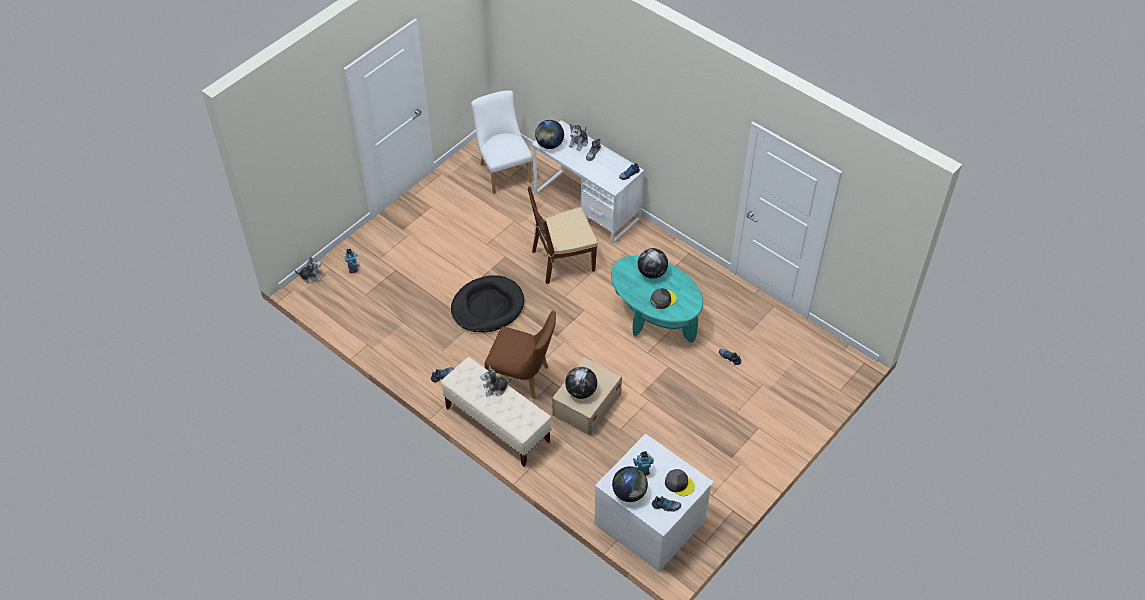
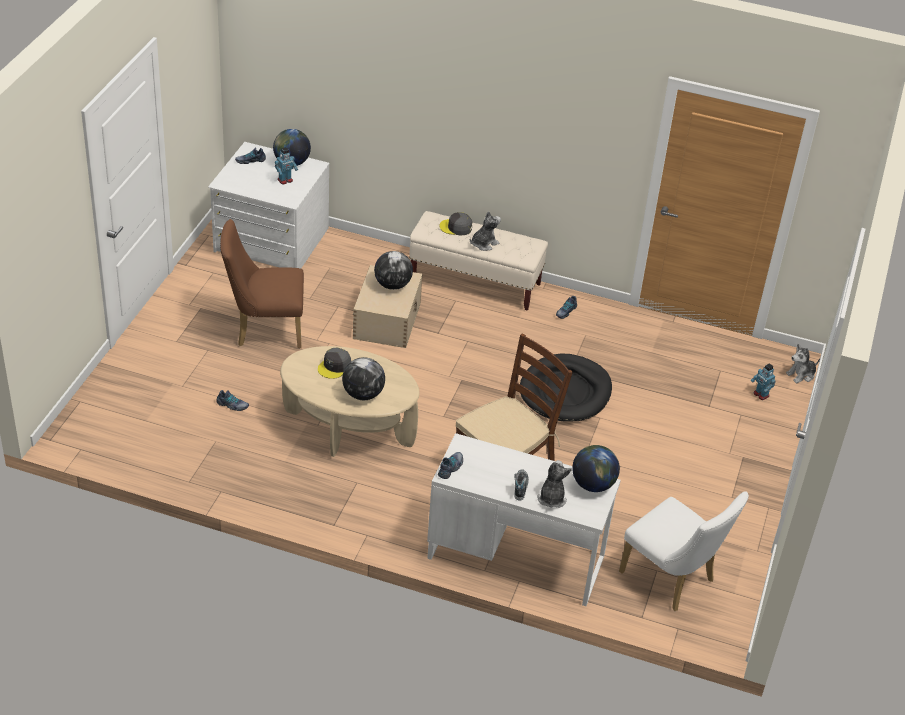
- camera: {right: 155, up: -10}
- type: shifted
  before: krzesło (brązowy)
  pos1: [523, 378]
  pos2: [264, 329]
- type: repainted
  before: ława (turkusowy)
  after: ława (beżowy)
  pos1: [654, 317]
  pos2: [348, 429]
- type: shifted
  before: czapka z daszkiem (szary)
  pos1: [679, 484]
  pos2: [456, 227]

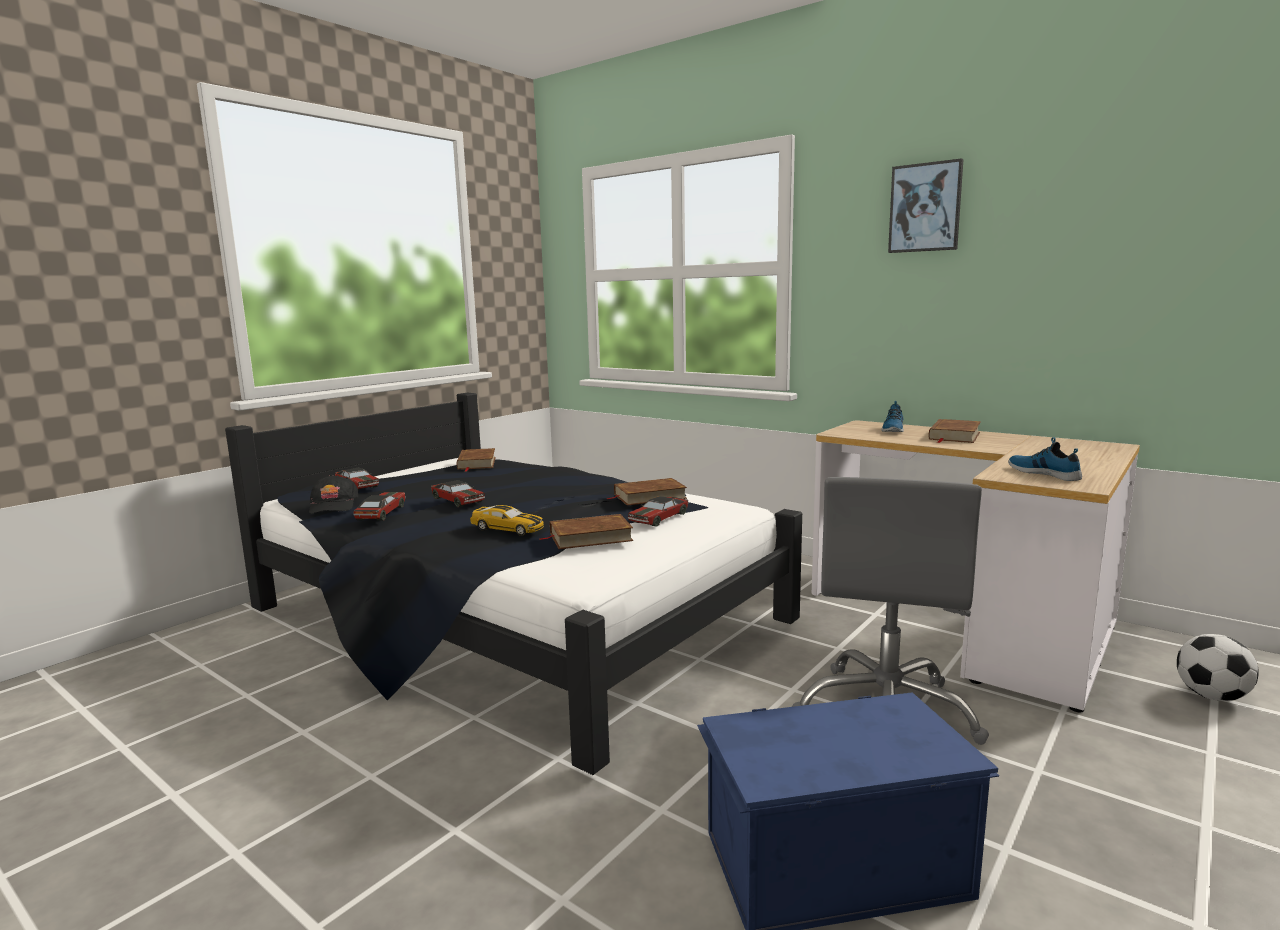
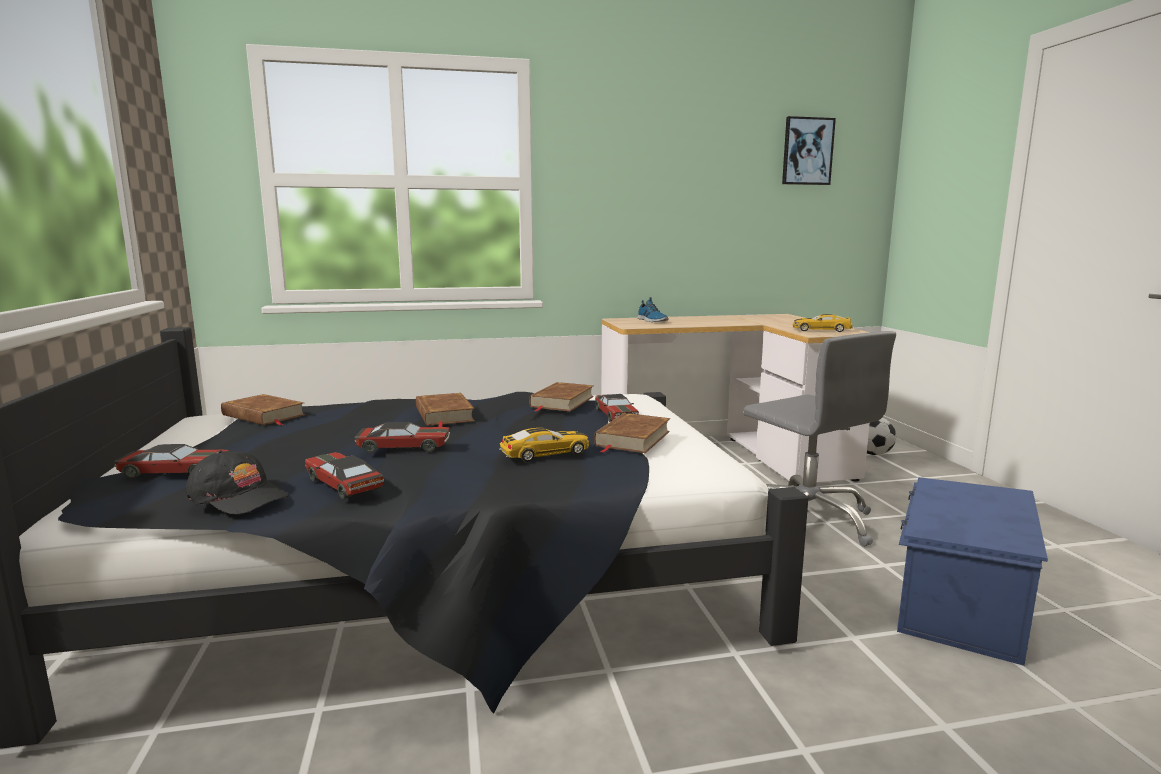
- camera: {right: -50, up: 0}
- type: shifted
  before: obraz
  pos1: [925, 207]
  pos2: [807, 151]
- type: shifted
  before: książka (brązowy)
  pos1: [954, 436]
  pos2: [443, 415]
- type: swapped
  before: but
  after: samochodzik
  pos1: [1044, 473]
  pos2: [821, 330]

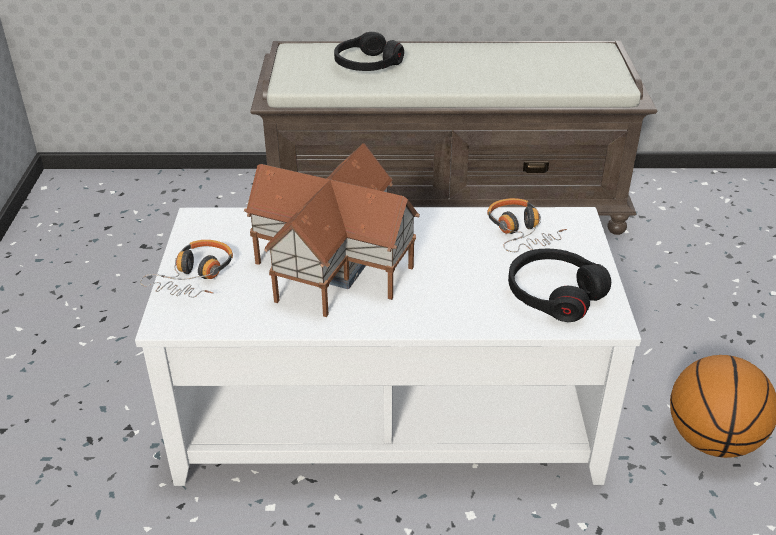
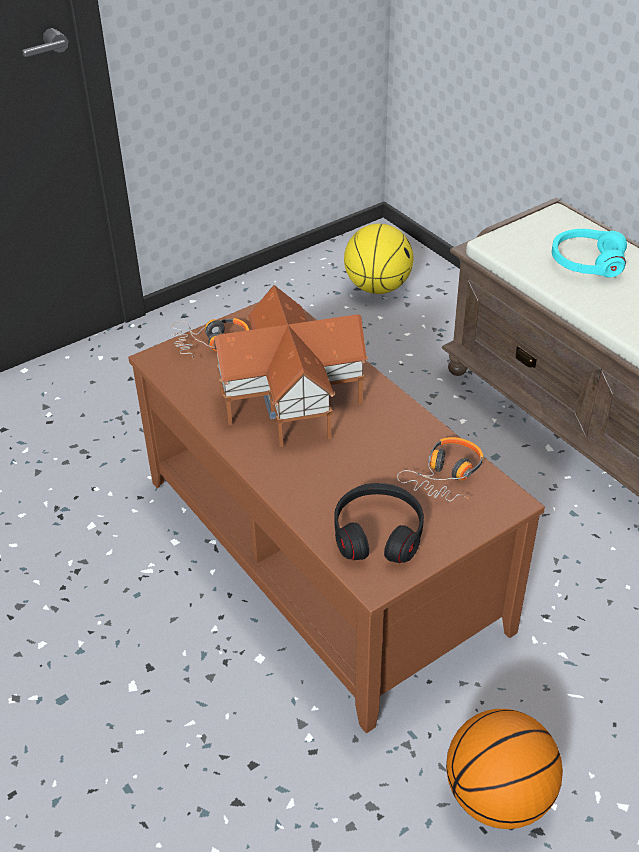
- camera: {right: 55, up: 5}
- type: repainted
  before: ława (biały)
  after: ława (brązowy)
  pos1: [388, 408]
  pos2: [324, 551]
- type: repainted
  before: słuchawki (czarny)
  after: słuchawki (turkusowy)
  pos1: [367, 64]
  pos2: [586, 262]
- type: new
  after: piłka do koszykówki
  pos2: [378, 287]

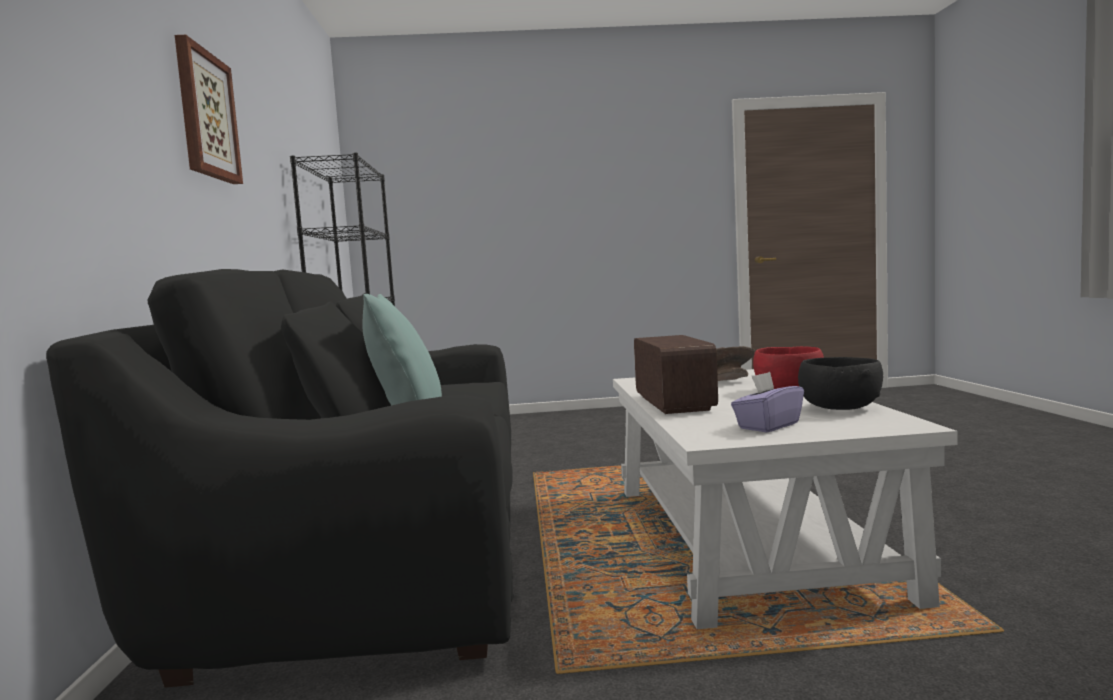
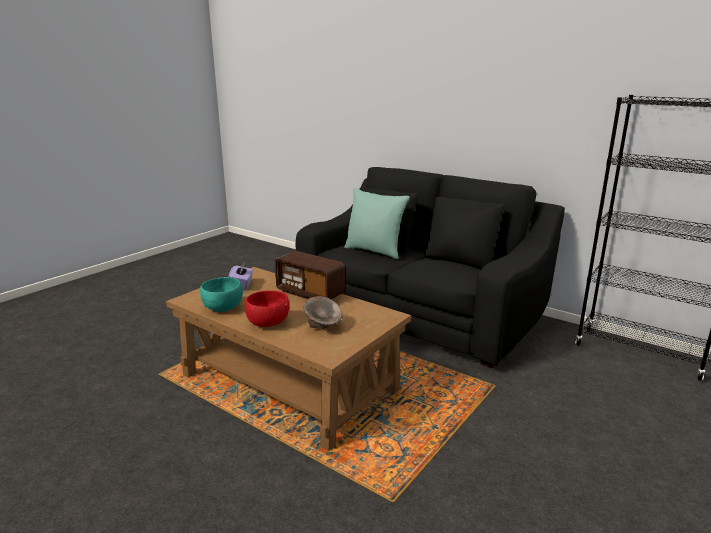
- camera: {right: 130, up: 15}
- type: gone
  before: obraz
  pos1: [206, 115]
- type: repainted
  before: ława (biały)
  after: ława (brązowy)
  pos1: [743, 538]
  pos2: [290, 382]
- type: repainted
  before: miska (czarny)
  after: miska (turkusowy)
  pos1: [839, 408]
  pos2: [223, 307]

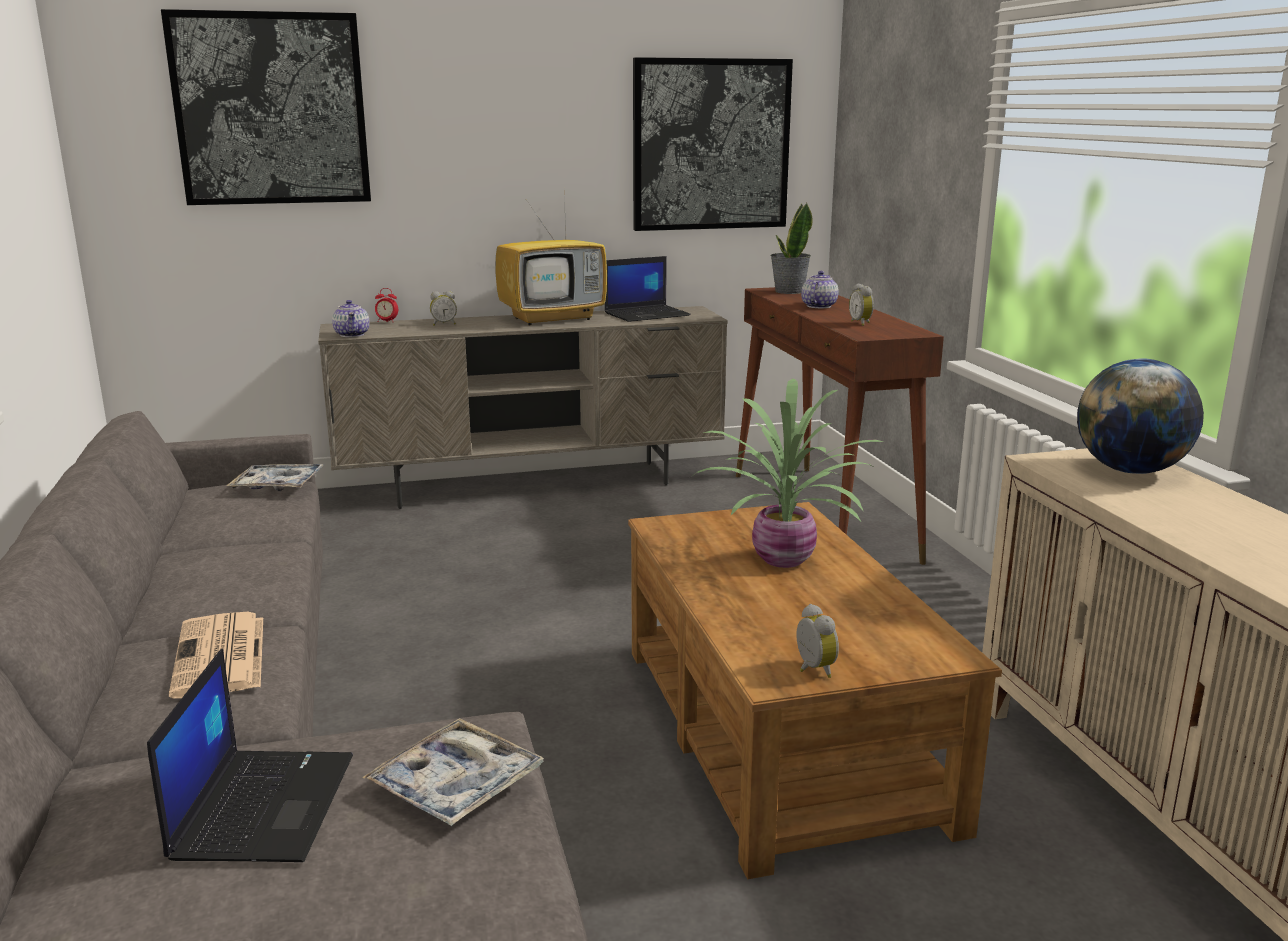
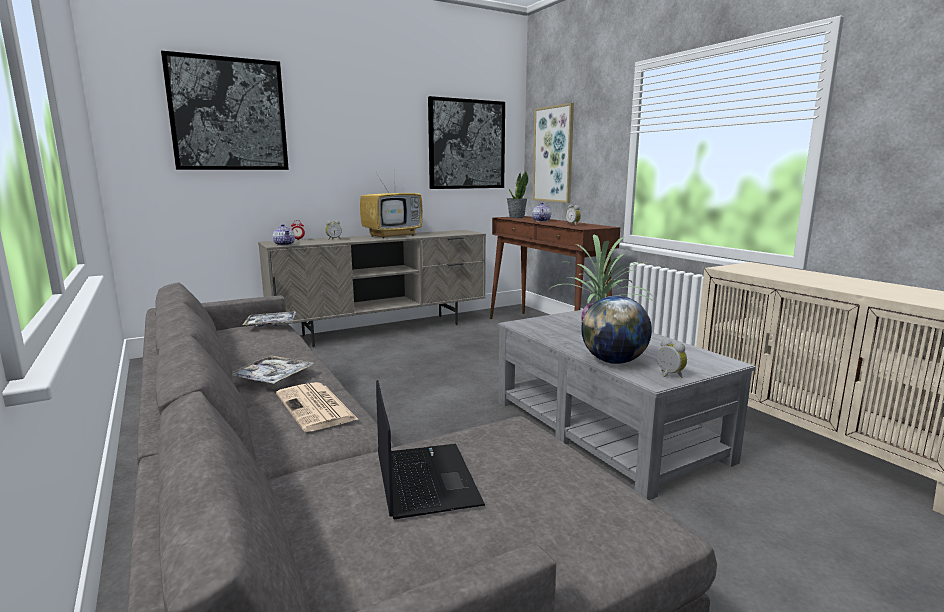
- camera: {right: -15, up: -5}
- type: shifted
  before: taca
  pos1: [456, 785]
  pos2: [272, 377]
- type: gone
  before: laptop
  pos1: [647, 314]
- type: repainted
  before: ława (brązowy)
  after: ława (szary)
  pos1: [780, 731]
  pos2: [605, 428]
- type: shifted
  before: globus
  pos1: [1131, 470]
  pos2: [614, 361]
- type: new
  after: obraz
  pos2: [553, 154]

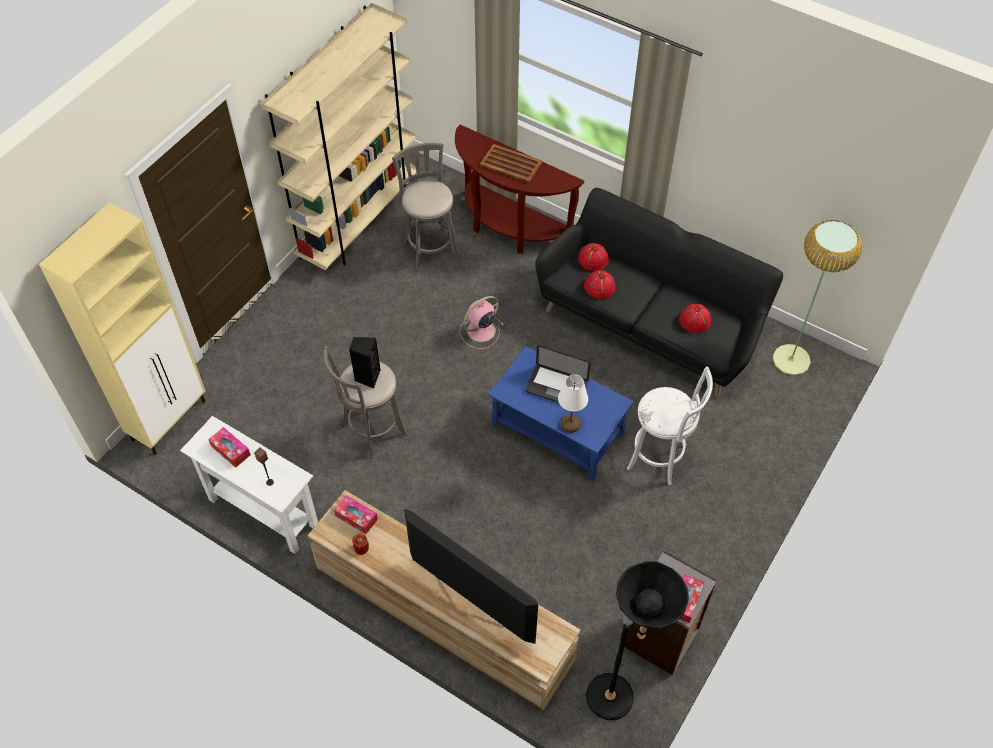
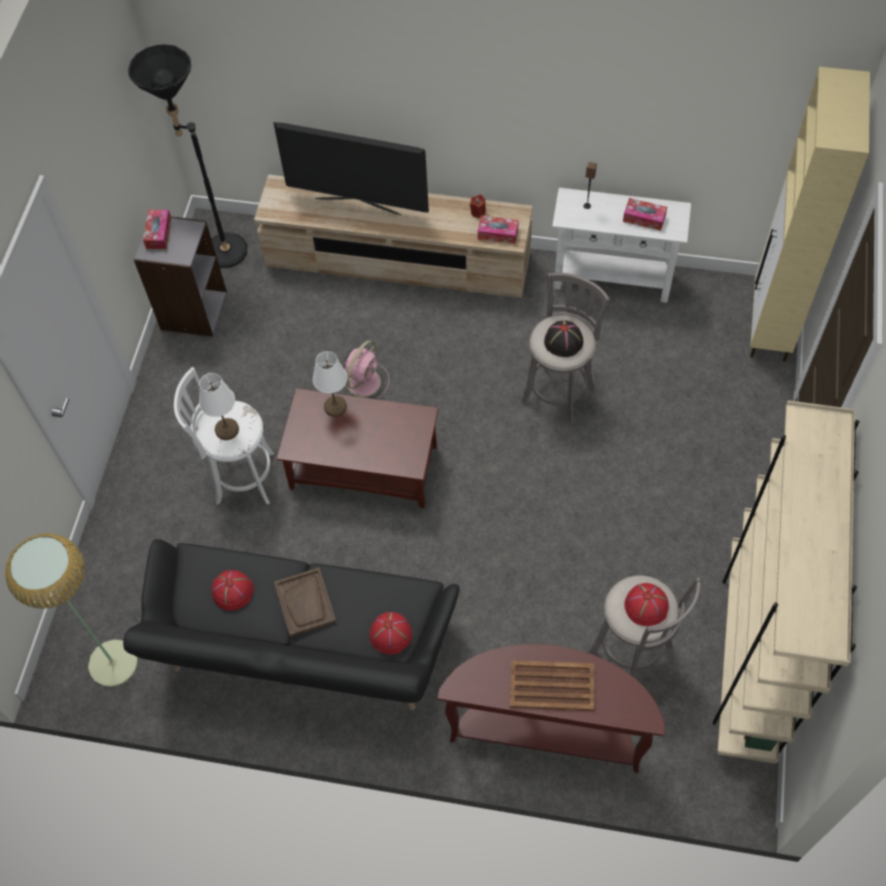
- camera: {right: 160, up: 5}
- type: swapped
  before: głośnik (czarny)
  after: kapelusz (czarny)
  pos1: [367, 377]
  pos2: [564, 341]
- type: shifted
  before: wentylator (różowy)
  pos1: [480, 331]
  pos2: [364, 381]
- type: repainted
  before: ława (niebieski)
  after: ława (brązowy)
  pos1: [558, 430]
  pos2: [362, 467]
- type: gone
  before: laptop
  pos1: [556, 387]
- type: shifted
  before: kapelusz (czerwony)
  pos1: [599, 287]
  pos2: [646, 605]
- type: new
  after: lampa stołowa (biały)
  pos2: [227, 429]
- type: new
  after: taca (brązowy)
  pos2: [305, 603]

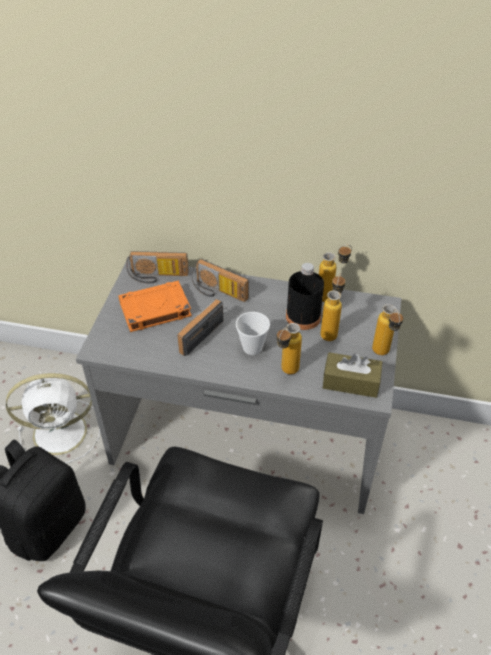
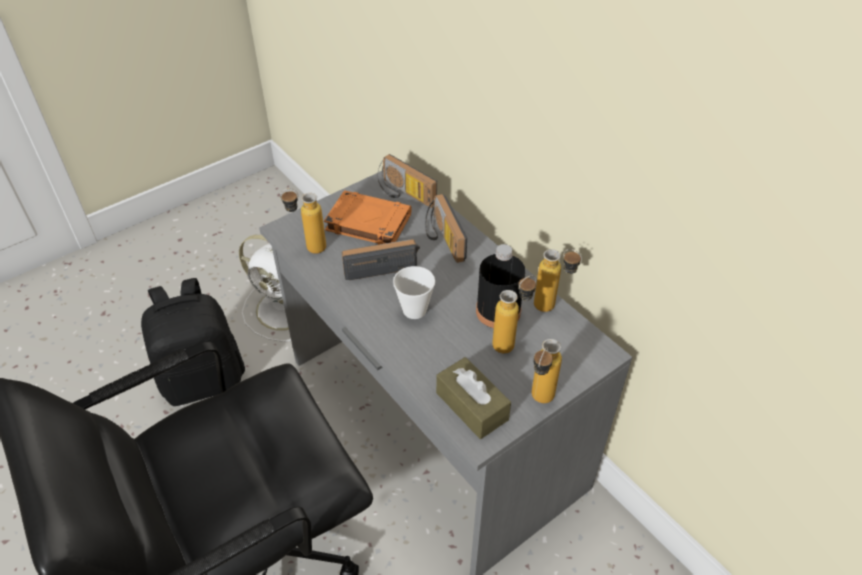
- camera: {right: 40, up: 0}
- type: shifted
  before: butelka
  pos1: [286, 373]
  pos2: [308, 249]

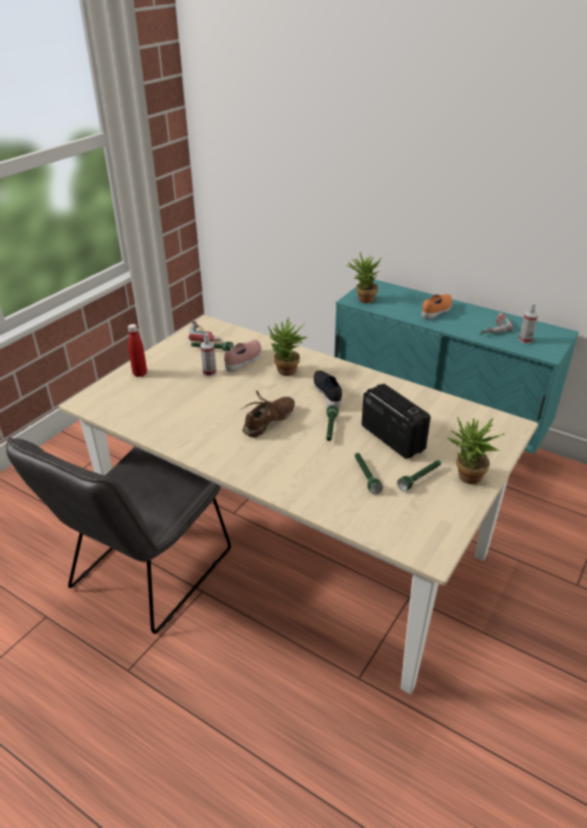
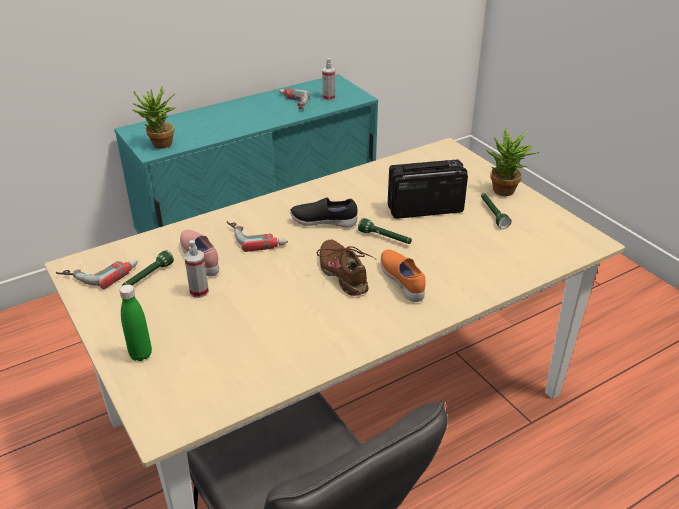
- camera: {right: -65, up: 0}
- type: repainted
  before: butelka (czerwony)
  after: butelka (zielony)
  pos1: [140, 373]
  pos2: [141, 354]
- type: swapped
  before: roślina doniczkowa
  after: wiertarka
  pos1: [286, 373]
  pos2: [257, 236]
- type: gone
  before: latarka (zielony)
  pos1: [366, 476]
- type: shifted
  before: but (pomarańczowy)
  pos1: [437, 312]
  pos2: [403, 282]

